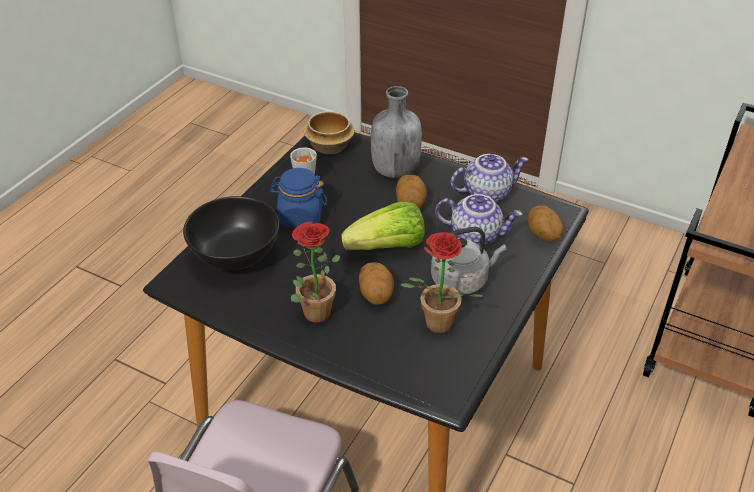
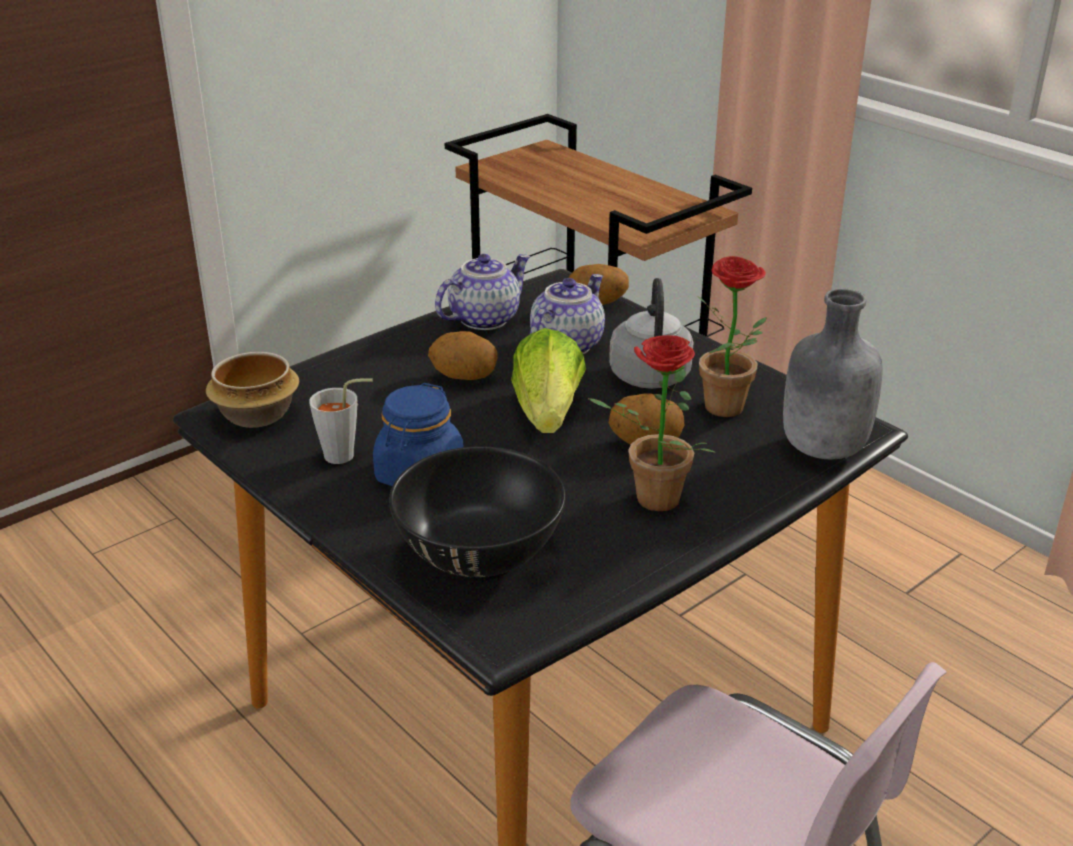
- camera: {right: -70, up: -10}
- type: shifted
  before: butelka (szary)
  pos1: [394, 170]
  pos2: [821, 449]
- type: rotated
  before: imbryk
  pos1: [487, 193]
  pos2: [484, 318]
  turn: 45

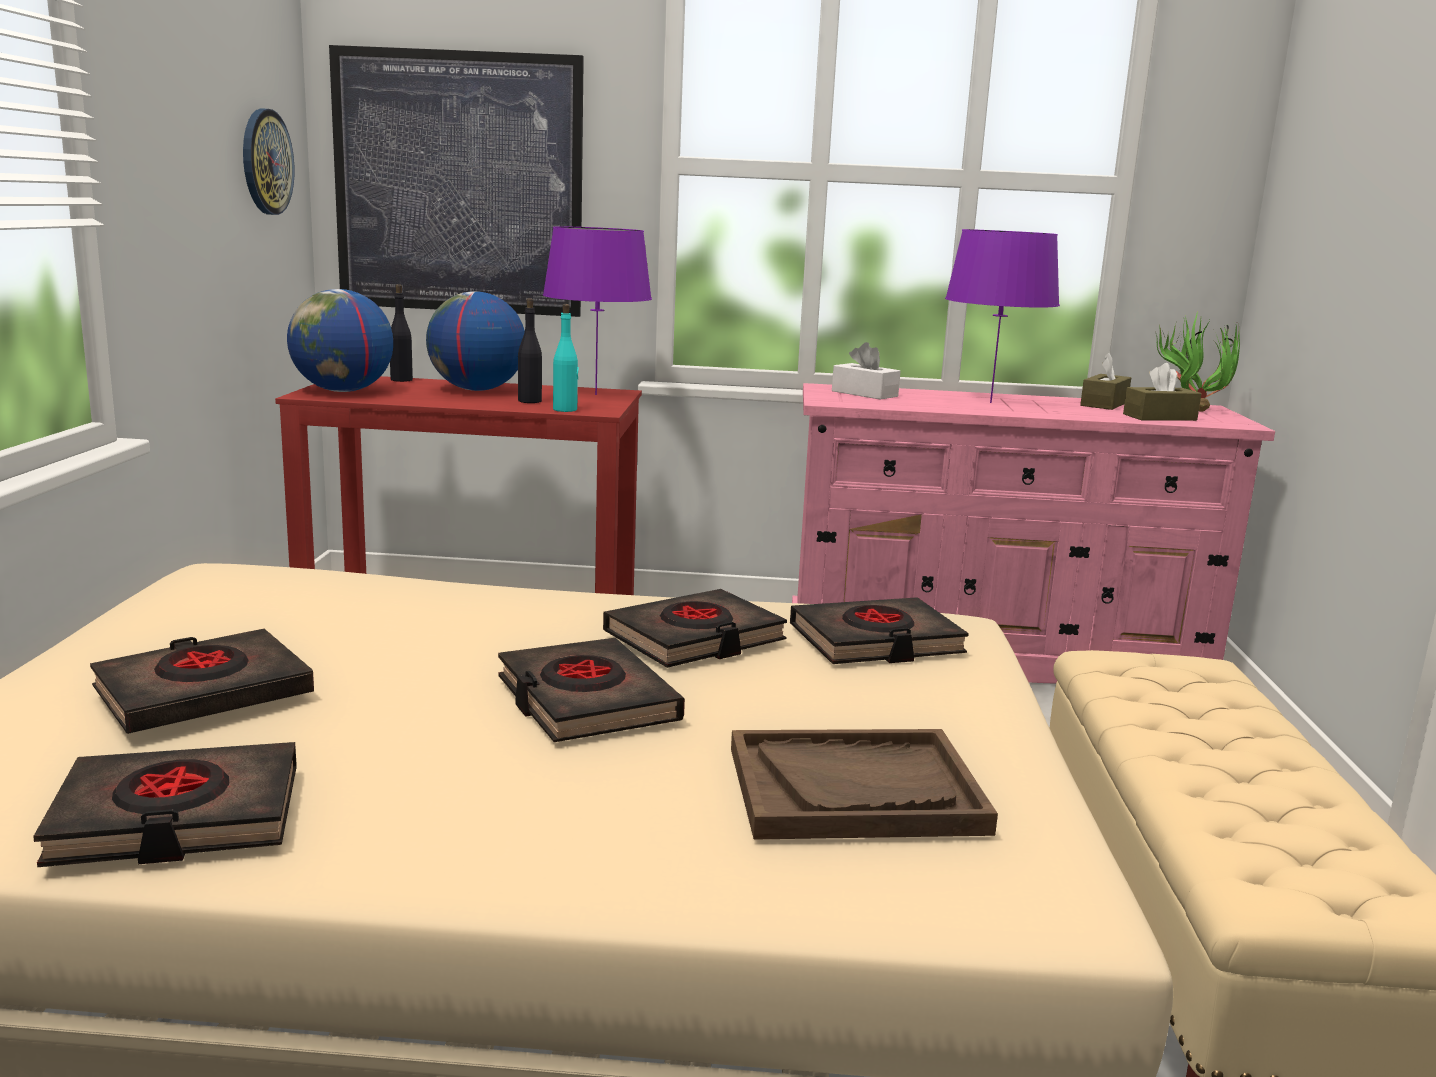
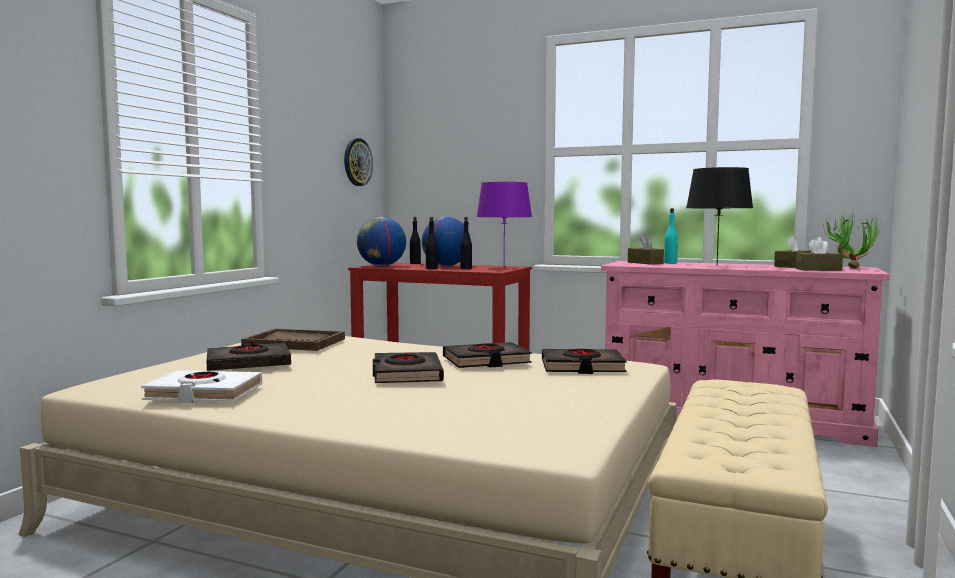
- camera: {right: 20, up: -10}
- type: repainted
  before: książka (czarny)
  after: książka (biały)
  pos1: [177, 818]
  pos2: [204, 394]
- type: gone
  before: obraz
  pos1: [459, 184]
- type: shifted
  before: butelka (turkusowy)
  pos1: [565, 409]
  pos2: [670, 263]
- type: shifted
  before: taca (brązowy)
  pos1: [855, 789]
  pos2: [295, 343]
- type: repainted
  before: pudełko chusteczek (biały)
  after: pudełko chusteczek (brązowy)
  pos1: [864, 394]
  pos2: [645, 263]
- type: repainted
  before: lampa stołowa (fioletowy)
  after: lampa stołowa (czarny)
  pos1: [990, 402]
  pos2: [717, 265]
- type: new
  after: butelka (czarny)
  pos2: [431, 268]

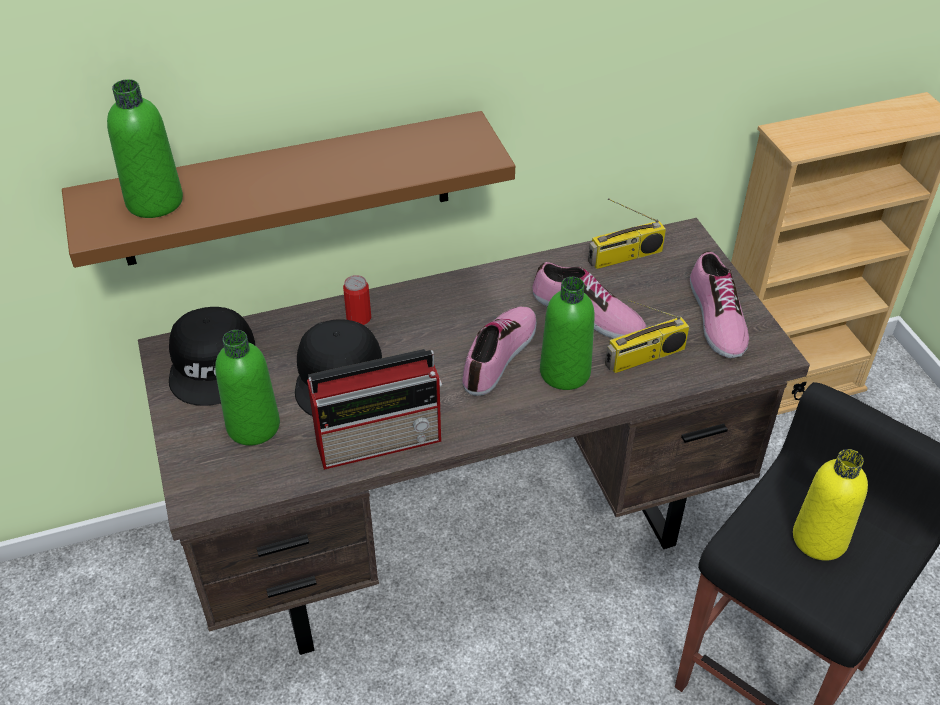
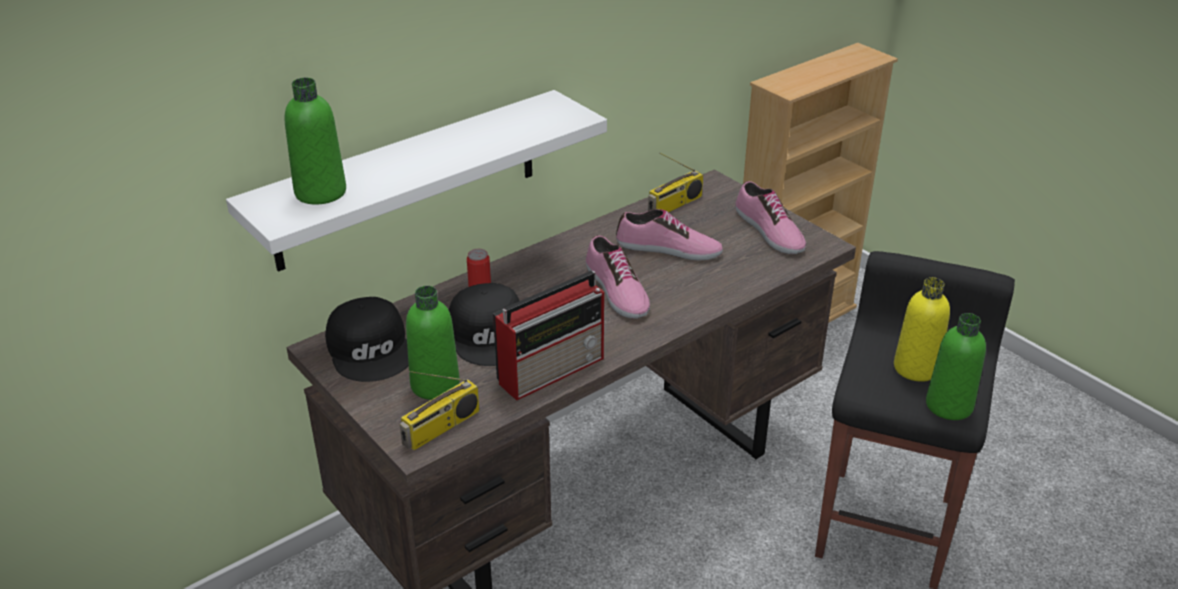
- camera: {right: -20, up: -10}
- type: repainted
  before: półka (brązowy)
  after: półka (biały)
  pos1: [286, 190]
  pos2: [408, 180]
- type: rotated
  before: but
  pos1: [500, 355]
  pos2: [615, 290]
  turn: 150
- type: shifted
  before: butelka (zielony)
  pos1: [565, 372]
  pos2: [949, 406]
- type: shifted
  before: radio
  pos1: [645, 357]
  pos2: [441, 428]

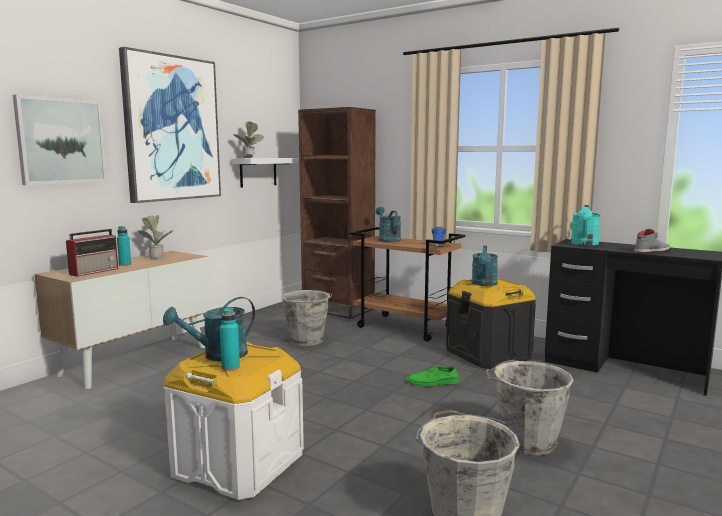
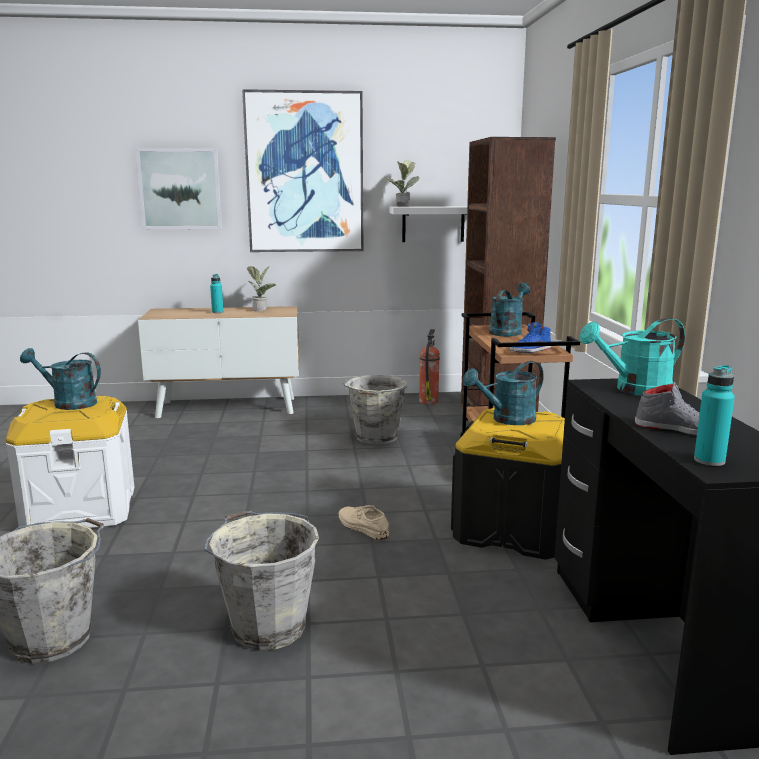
- camera: {right: 50, up: 5}
- type: gone
  before: radio
  pos1: [95, 271]
- type: shifted
  before: butelka (turkusowy)
  pos1: [230, 367]
  pos2: [709, 460]
- type: repainted
  before: but (zielony)
  after: but (beżowy)
  pos1: [432, 383]
  pos2: [362, 526]
- type: new
  after: gaśnica
  pos2: [429, 401]

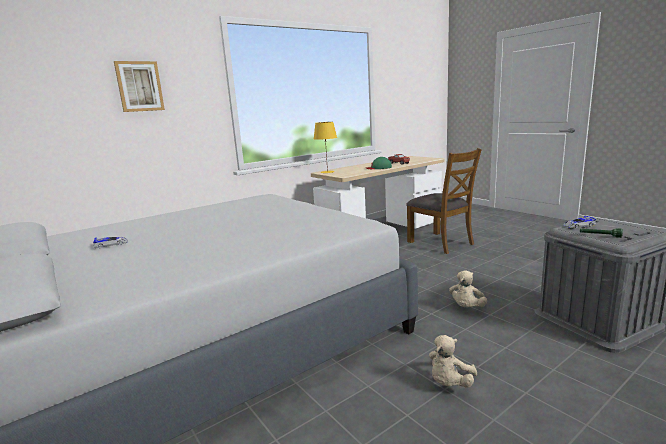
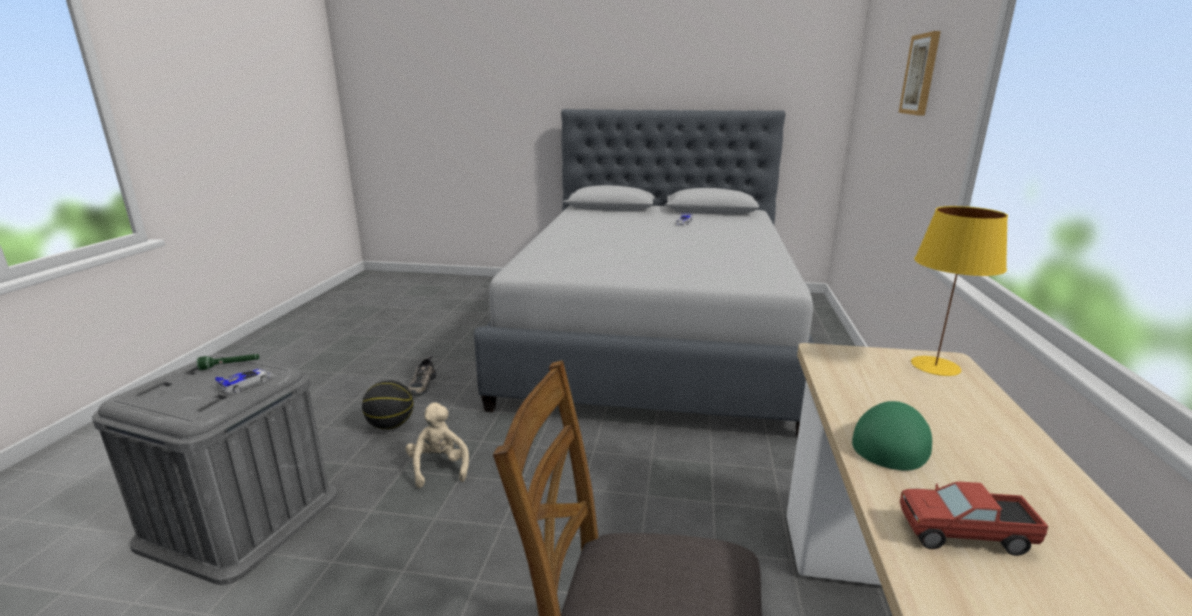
- camera: {right: 135, up: 5}
- type: swapped
  before: pluszak (beżowy)
  after: but
  pos1: [449, 383]
  pos2: [421, 384]
- type: new
  after: piłka do koszykówki
  pos2: [391, 425]

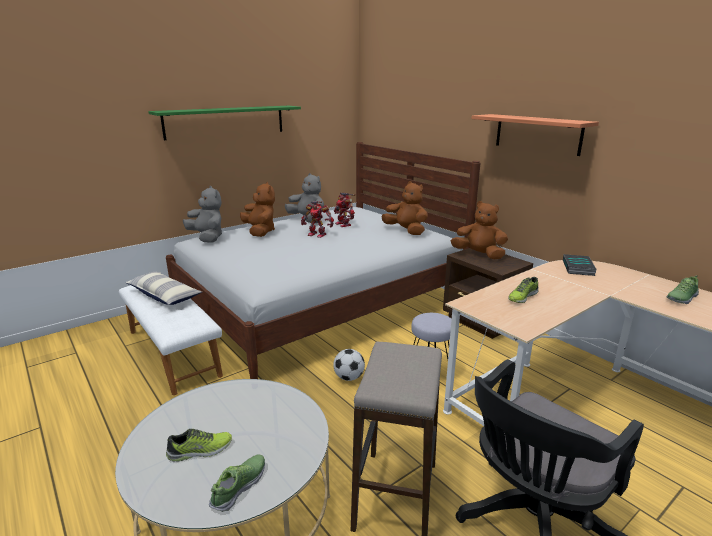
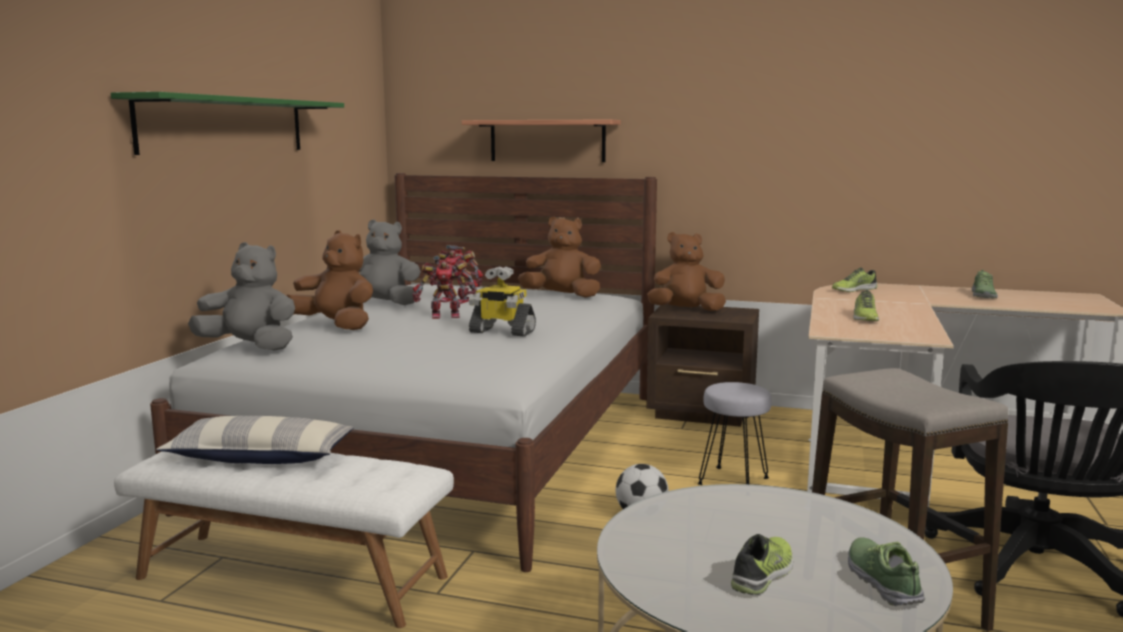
- camera: {right: -35, up: -10}
- type: shifted
  before: półka
  pos1: [537, 134]
  pos2: [547, 141]
- type: swapped
  before: książka
  after: but
  pos1: [579, 268]
  pos2: [853, 290]
- type: new
  after: robot zabawkowy
  pos2: [501, 332]

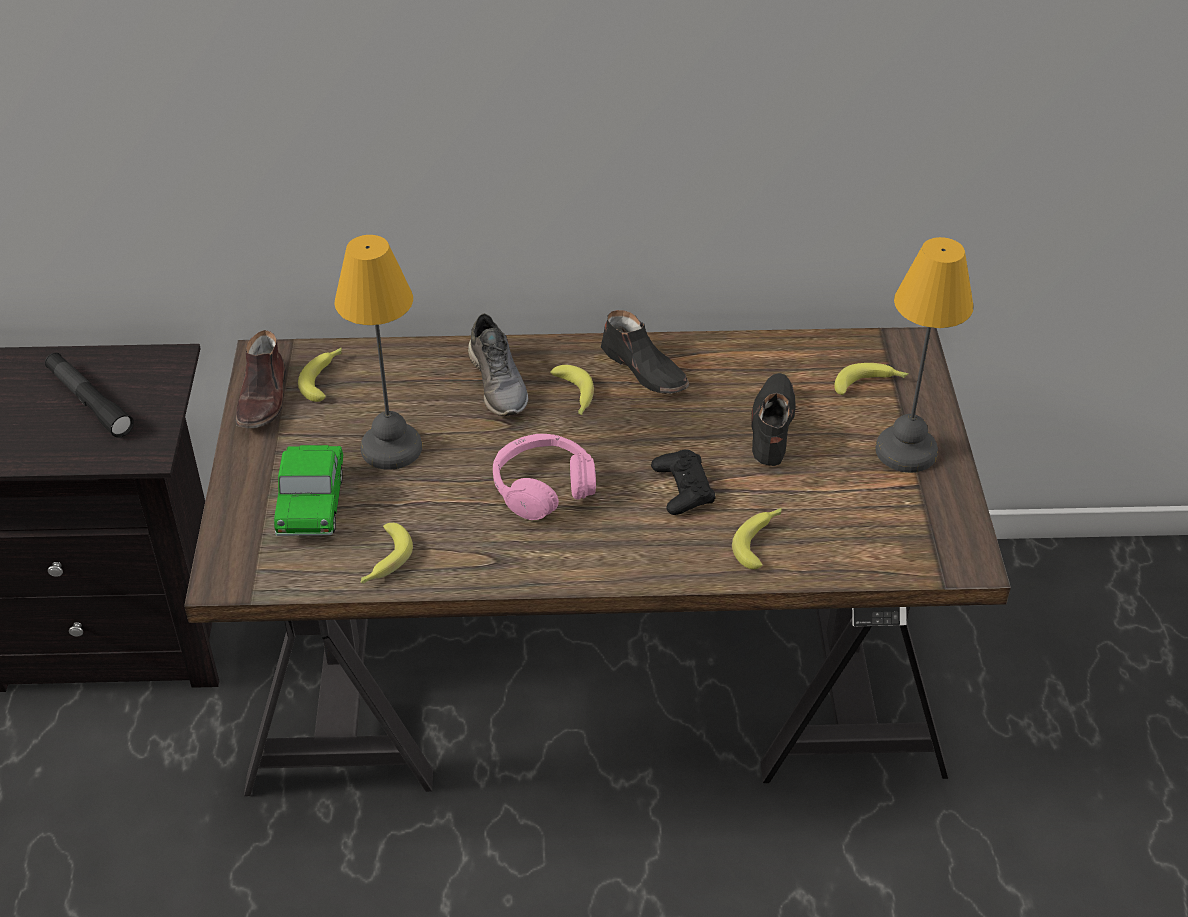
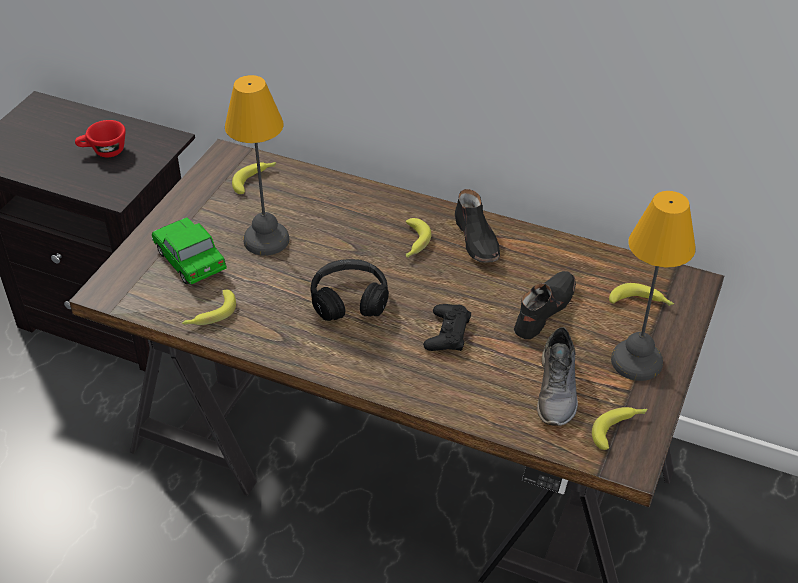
- camera: {right: 25, up: 0}
- type: swapped
  before: latarka (czarny)
  after: filiżanka (czerwony)
  pos1: [89, 402]
  pos2: [103, 152]
- type: gone
  before: but (brązowy)
  pos1: [263, 398]
- type: rotated
  before: samochodzik
  pos1: [312, 505]
  pos2: [190, 261]
  turn: 120
- type: shifted
  before: but (szary)
  pos1: [499, 383]
  pos2: [557, 390]
- type: repainted
  before: słuchawki (różowy)
  after: słuchawki (czarny)
  pos1: [543, 487]
  pos2: [349, 299]
- type: shifted
  before: banan
  pos1: [760, 541]
  pos2: [619, 429]

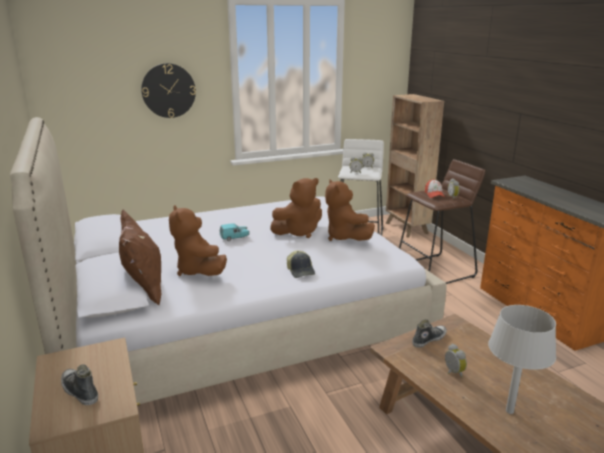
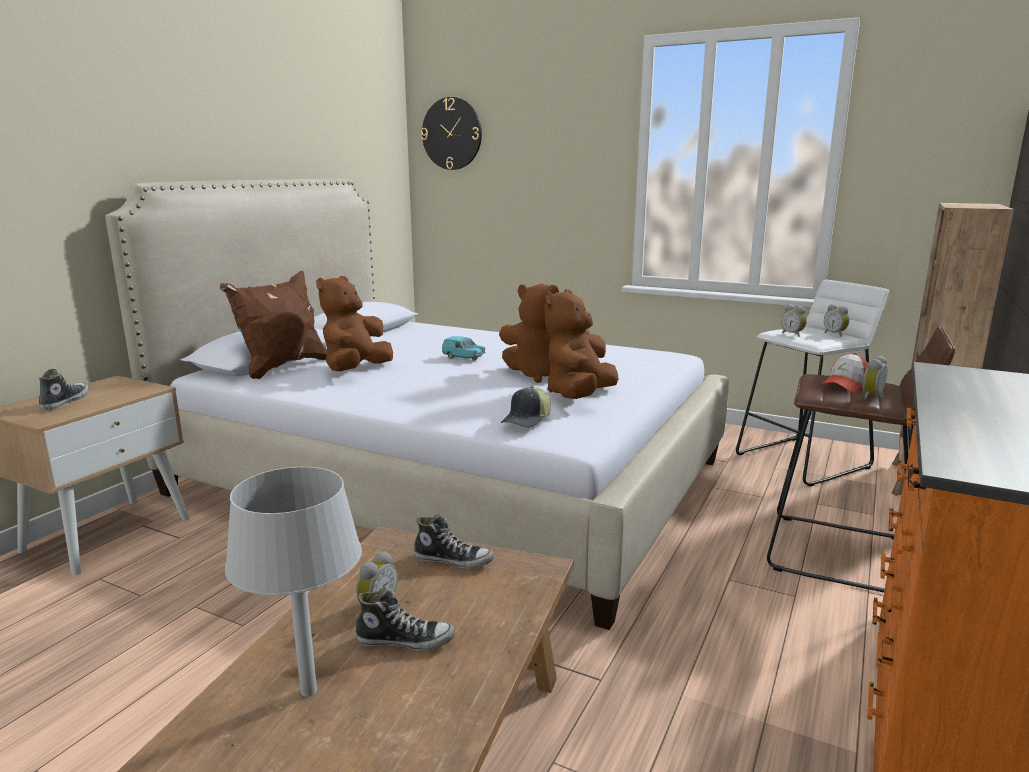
- camera: {right: 50, up: -5}
- type: shifted
  before: zegar ścienny
  pos1: [168, 90]
  pos2: [452, 134]
- type: shifted
  before: czapka z daszkiem
  pos1: [301, 271]
  pos2: [527, 420]
- type: new
  after: but
  pos2: [405, 641]

